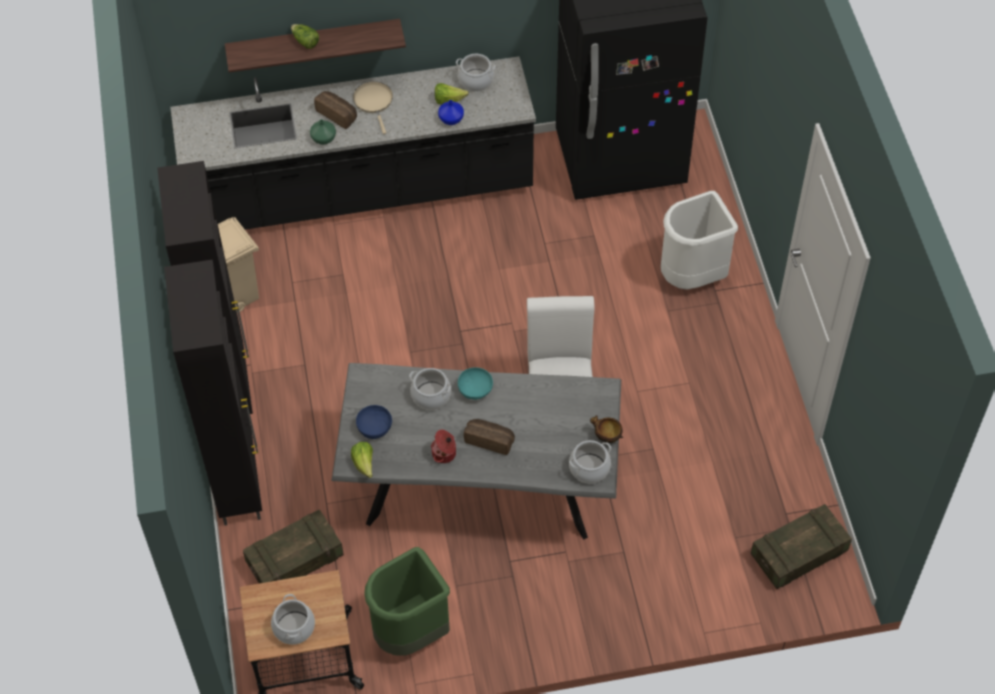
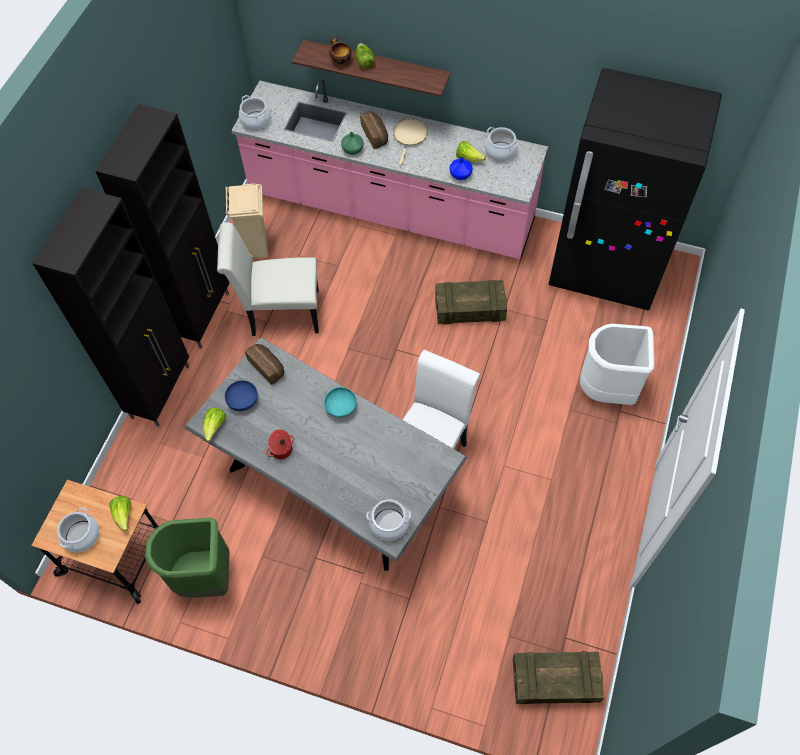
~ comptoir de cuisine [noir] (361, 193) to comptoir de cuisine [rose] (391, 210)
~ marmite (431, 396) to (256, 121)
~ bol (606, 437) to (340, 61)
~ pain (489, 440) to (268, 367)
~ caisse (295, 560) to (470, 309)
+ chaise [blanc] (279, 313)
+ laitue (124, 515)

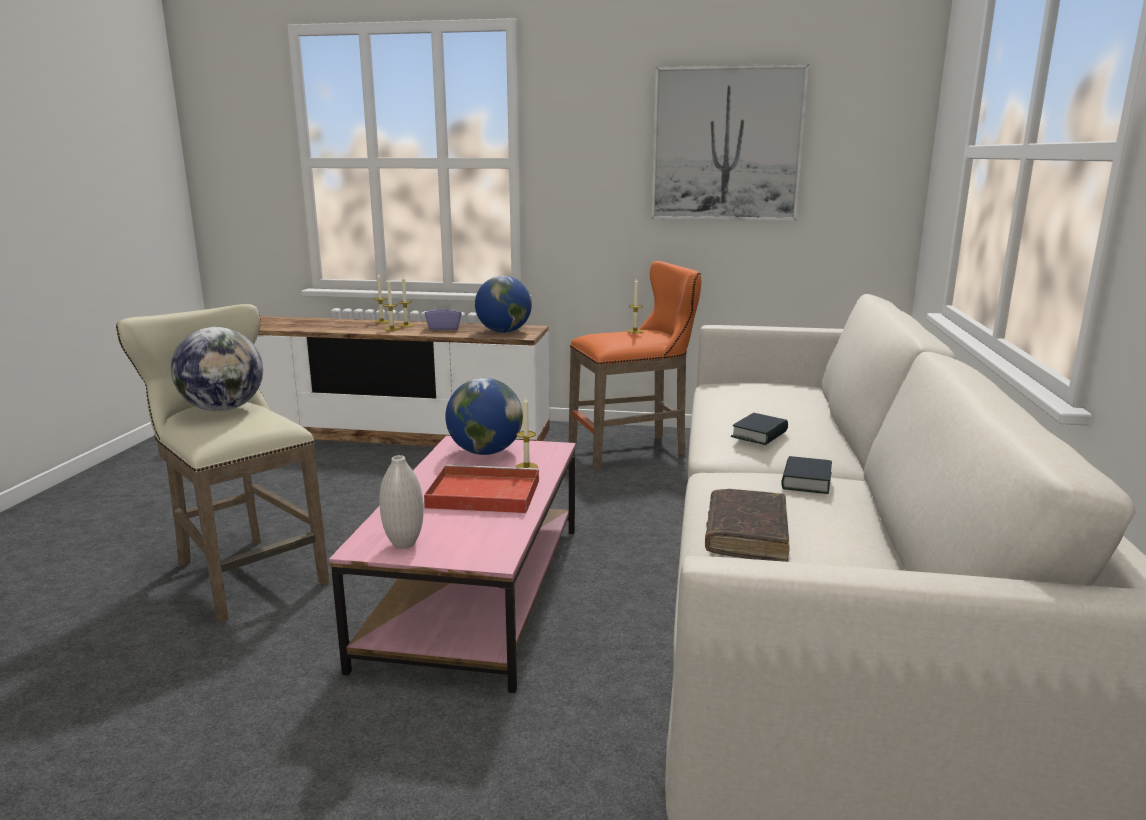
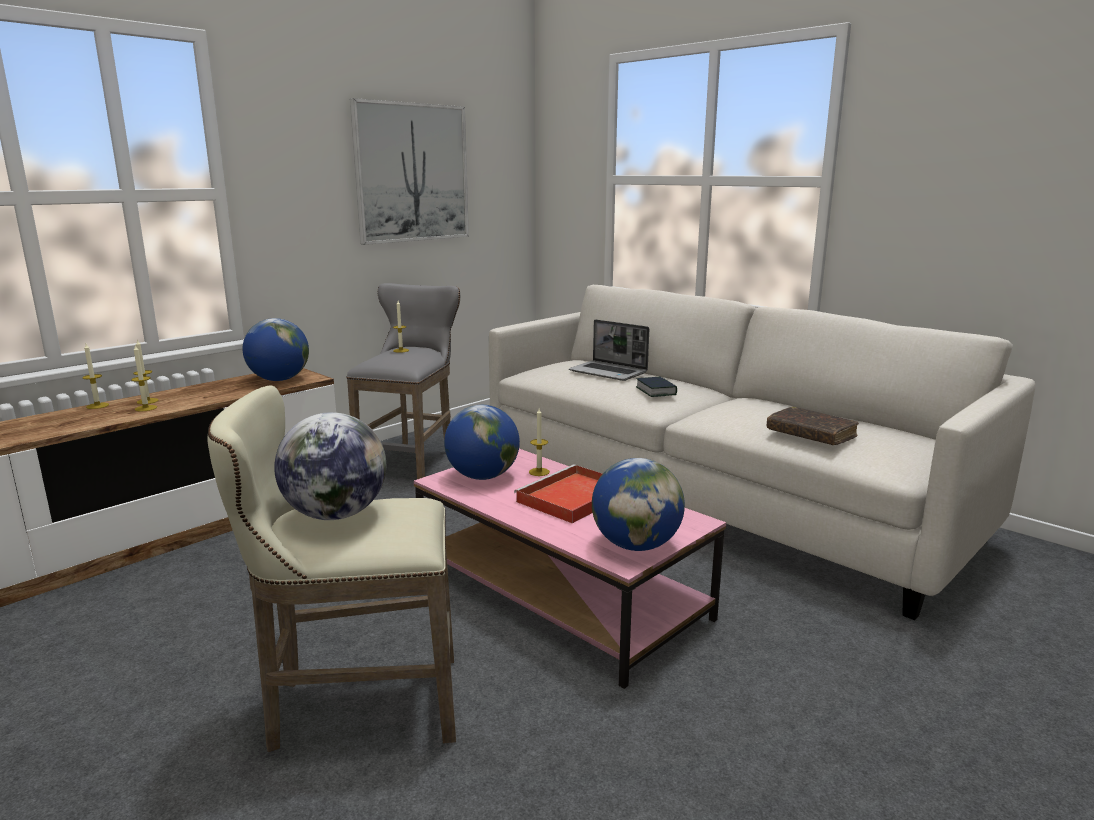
~ tabouret [orange] (634, 450) to tabouret [gris] (412, 461)
- boîte à mouchoirs [violet] (444, 328)
~ vase [blanc] (404, 544) to globe (635, 545)
- livre (806, 481)
+ ordinateur portable (609, 372)

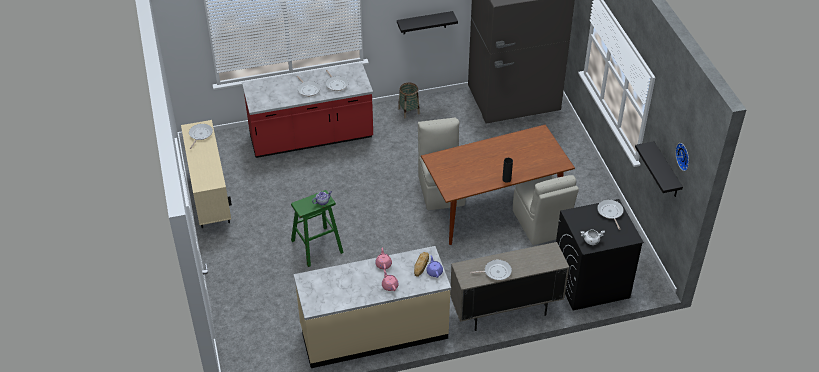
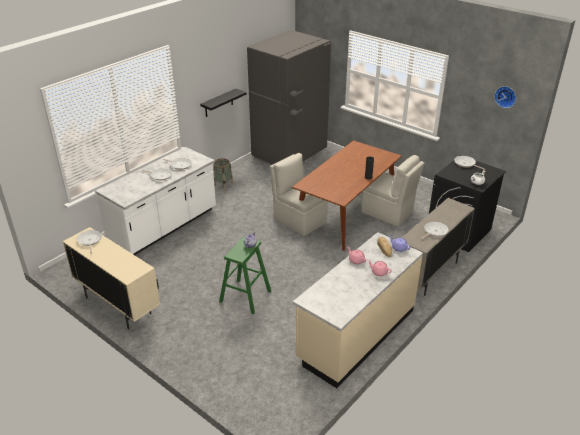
~ comptoir de cuisine [rouge] (311, 138) to comptoir de cuisine [blanc] (164, 227)
- étagère [noir] (666, 171)

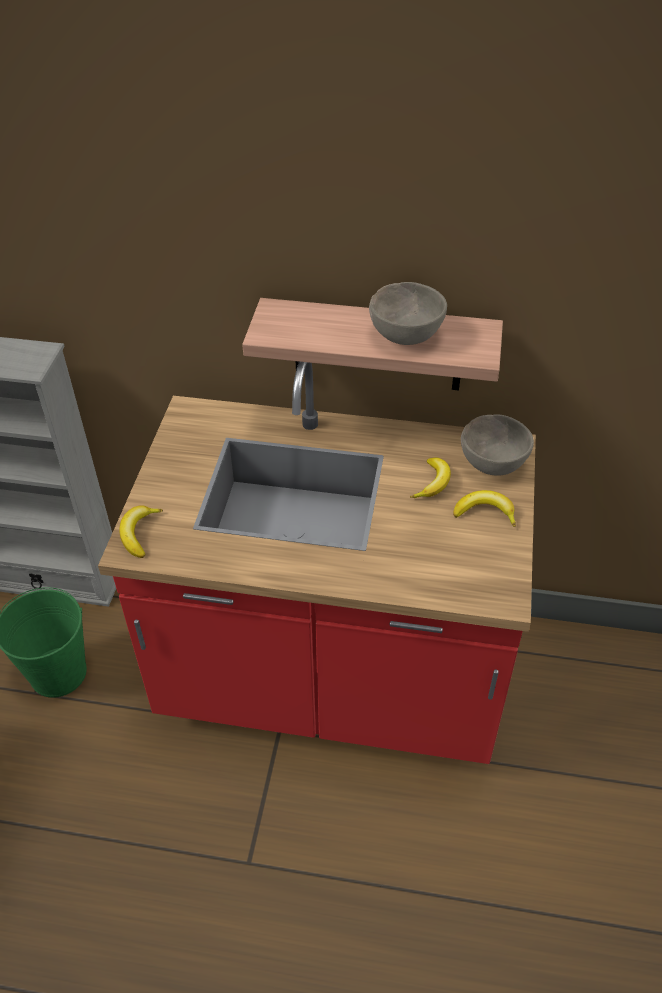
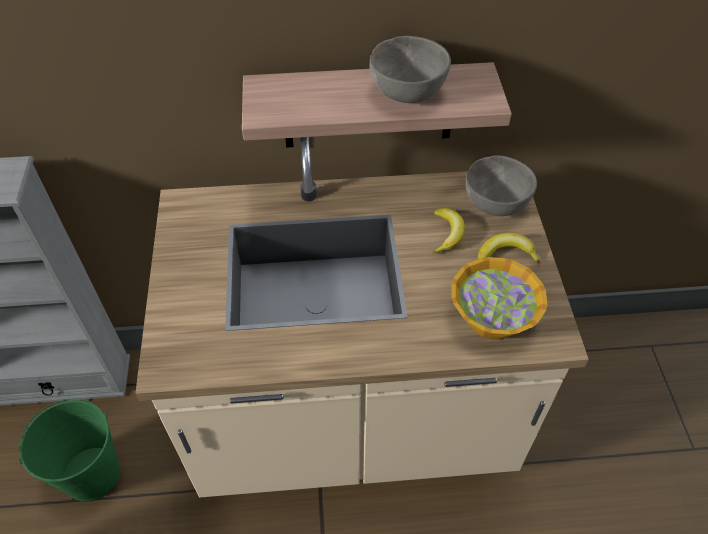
~ comptoir de cuisine [rouge] (332, 678) to comptoir de cuisine [beige] (354, 418)
- banane (139, 533)
+ bol (491, 317)

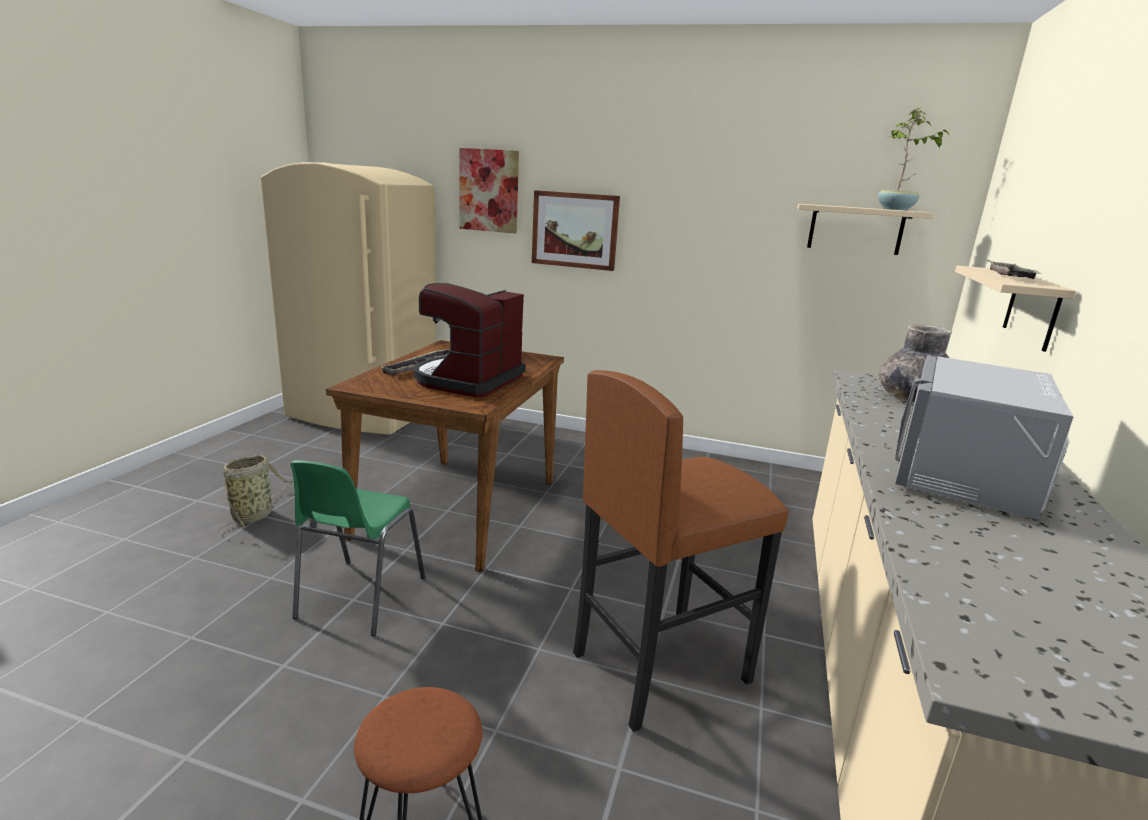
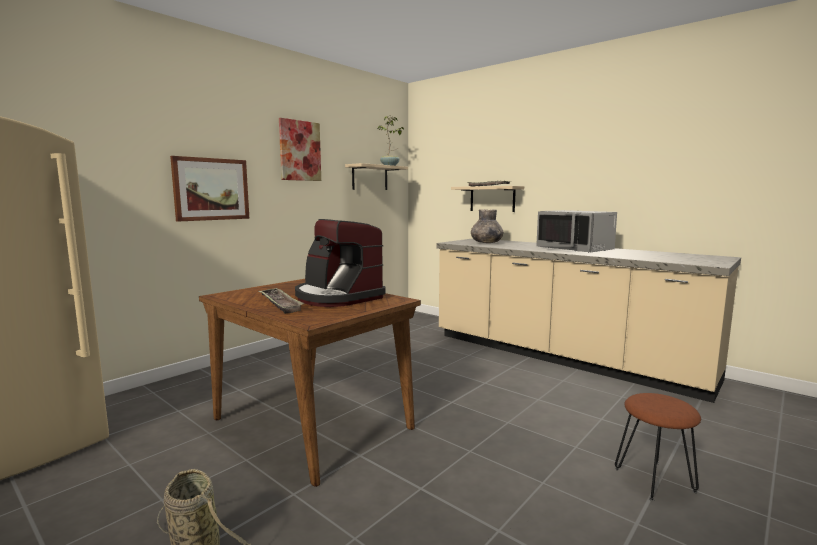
~ tableau (489, 191) to (300, 151)
- tabouret [marron] (659, 666)
- chaise [vert] (358, 598)

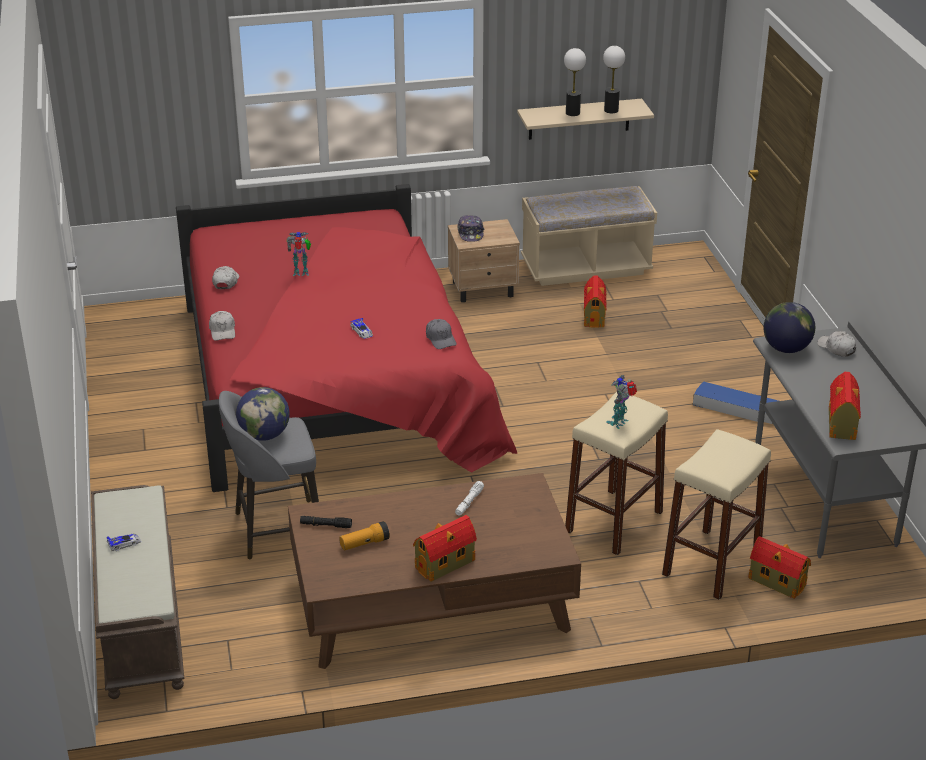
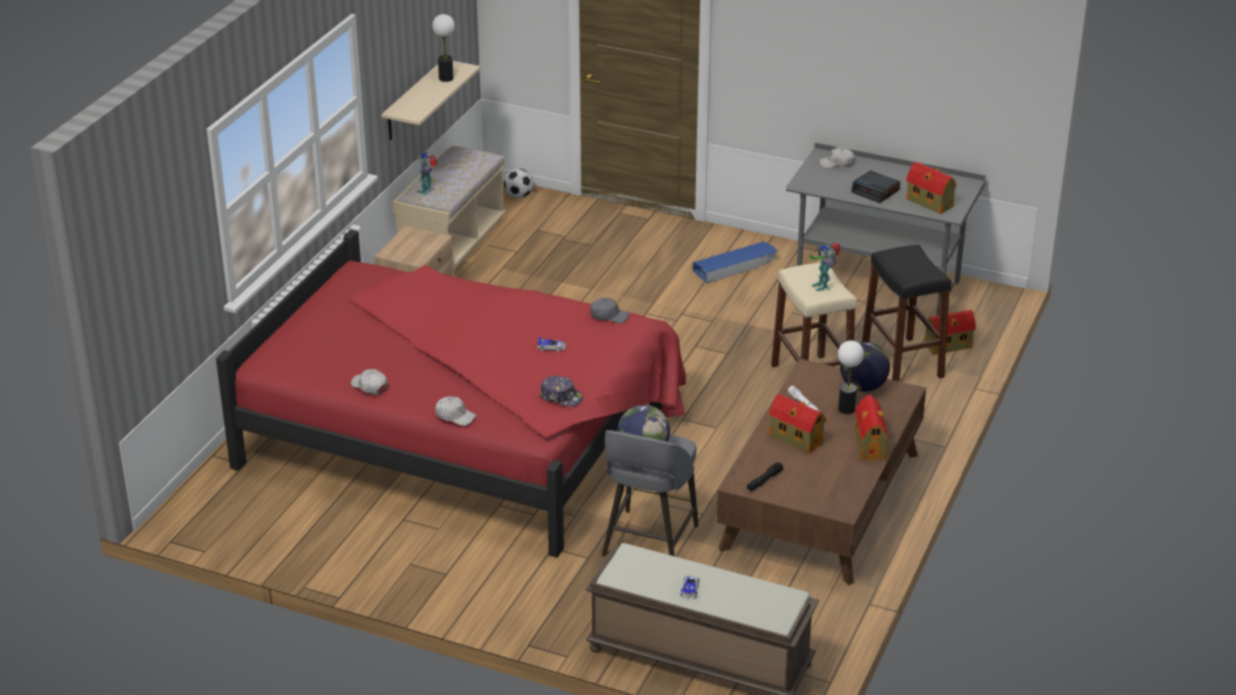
~ lampe de table (572, 113) to (846, 409)
~ casquette (470, 233) to (561, 397)
~ robot jouet (301, 273) to (427, 191)
~ maison miniature (594, 315) to (795, 438)
~ globe (786, 348) to (863, 387)
~ tabouret [beige] (711, 564) to tabouret [noir] (902, 362)
- lampe de poche (364, 543)
+ ballon de foot (518, 196)
+ réveil (876, 191)

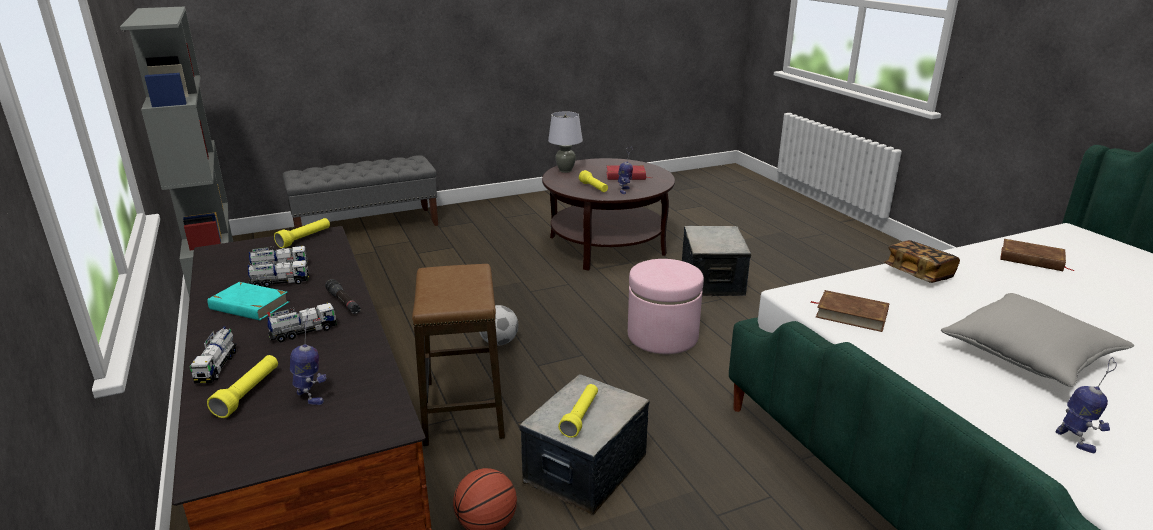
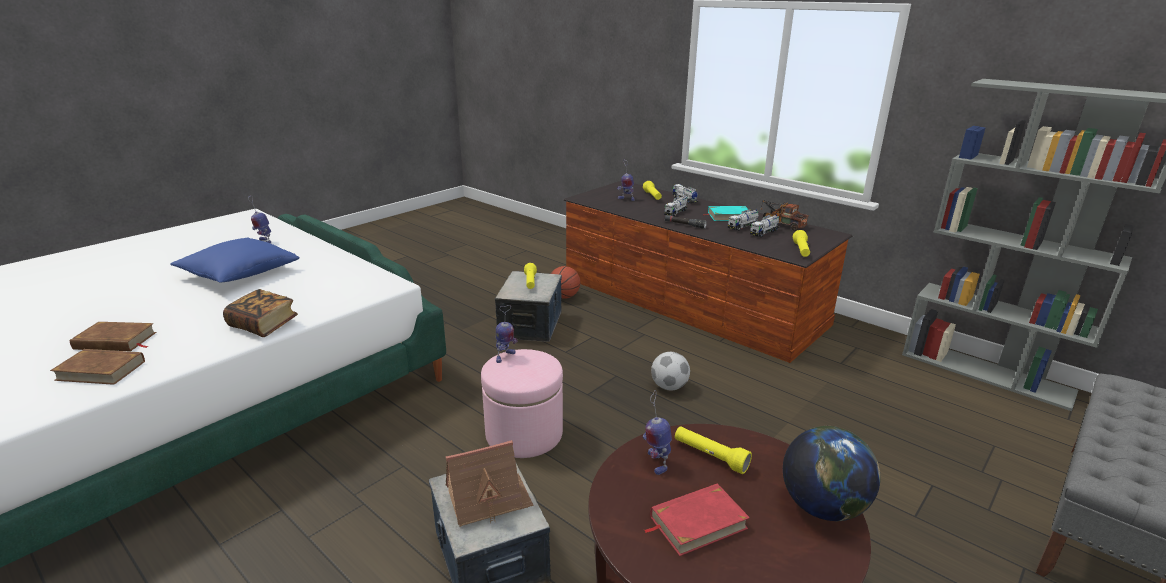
~ lampe de table [gris] (565, 170) to globe (822, 508)
- tabouret (463, 409)
~ livre [marron] (851, 314) to (115, 341)
~ coussin [gris] (1029, 356) to coussin [bleu] (239, 274)
+ camion jouet (781, 224)
+ robot jouet (505, 357)
+ maison miniature (488, 500)

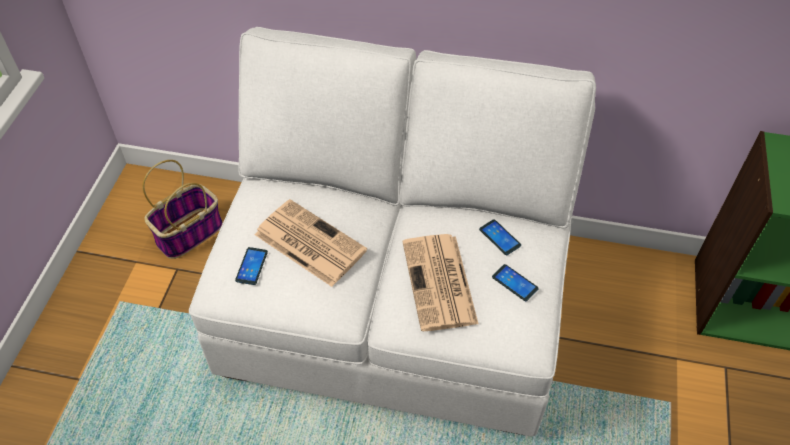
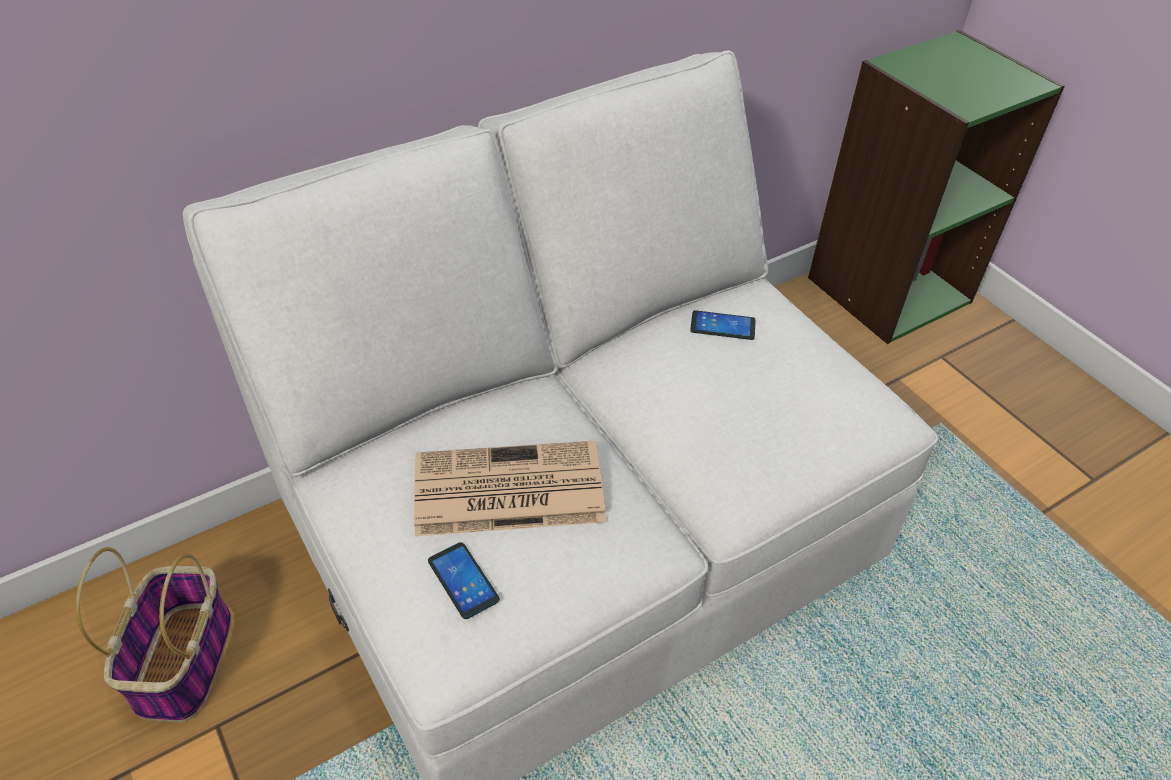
- journal (440, 283)
- téléphone (515, 283)

